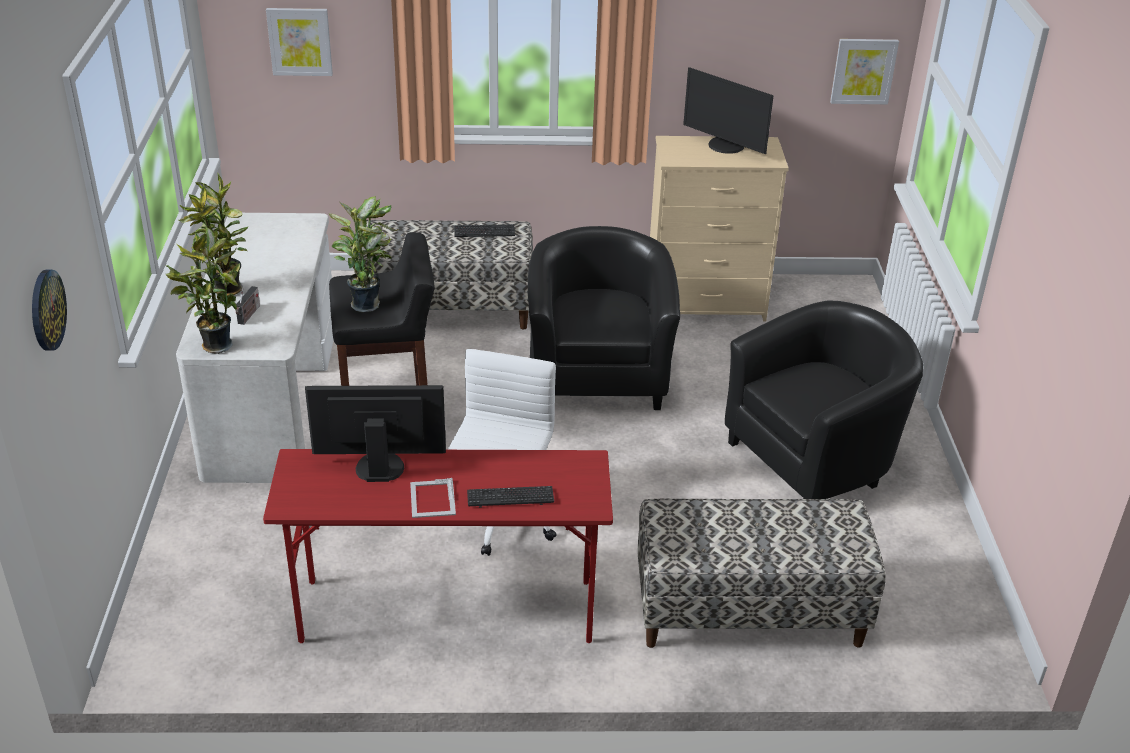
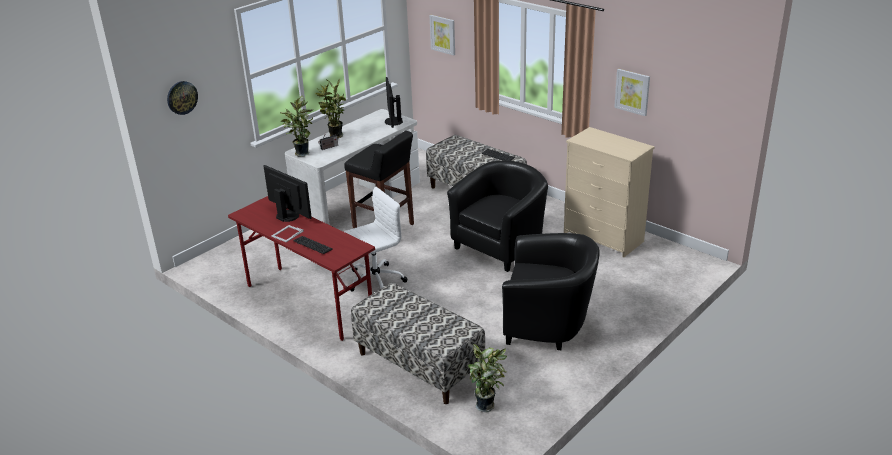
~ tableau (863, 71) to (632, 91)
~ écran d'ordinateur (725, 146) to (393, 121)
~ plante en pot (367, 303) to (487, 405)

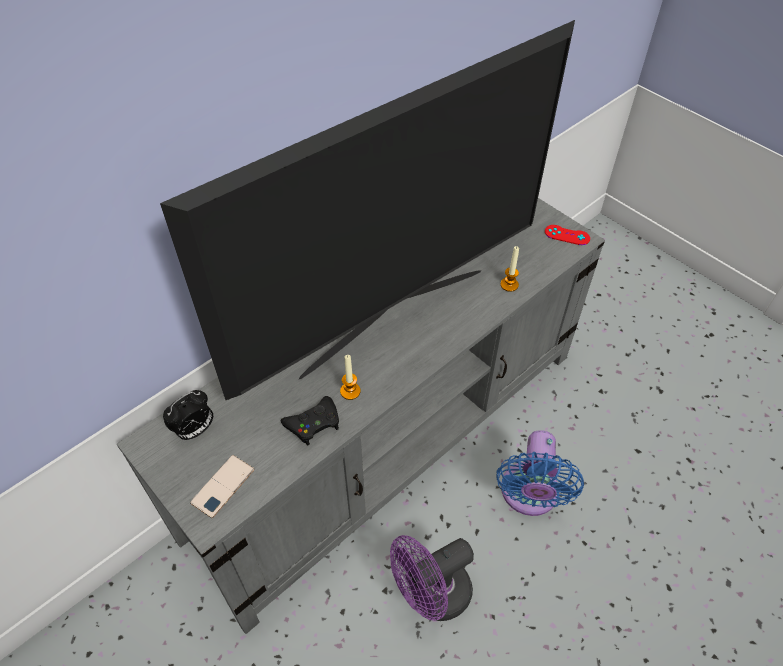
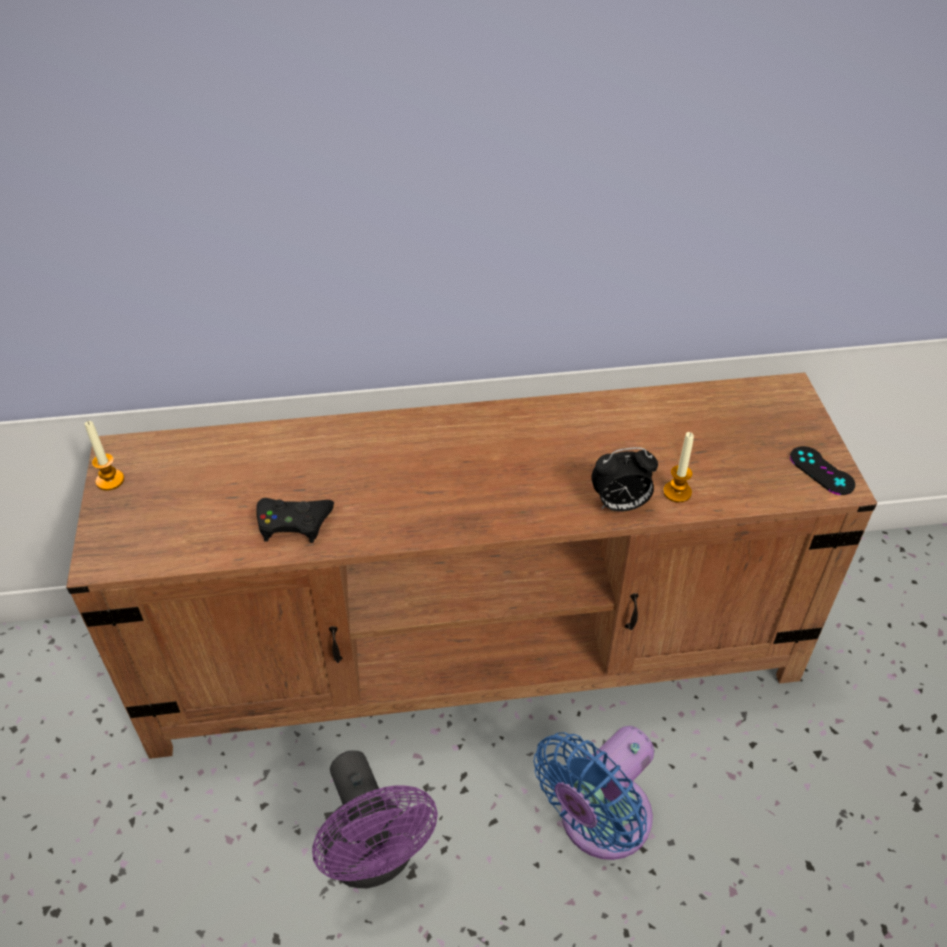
- téléviseur (393, 319)
~ meuble télé [gris] (390, 441) to meuble télé [marron] (475, 649)
~ manette [rouge] (567, 235) to manette [noir] (821, 471)
~ bougie (350, 391) to (110, 480)
~ réveil (195, 430) to (620, 505)
- téléphone (223, 486)
~ ventilateur [violet] (431, 596) = (375, 859) 120 degrees counterclockwise

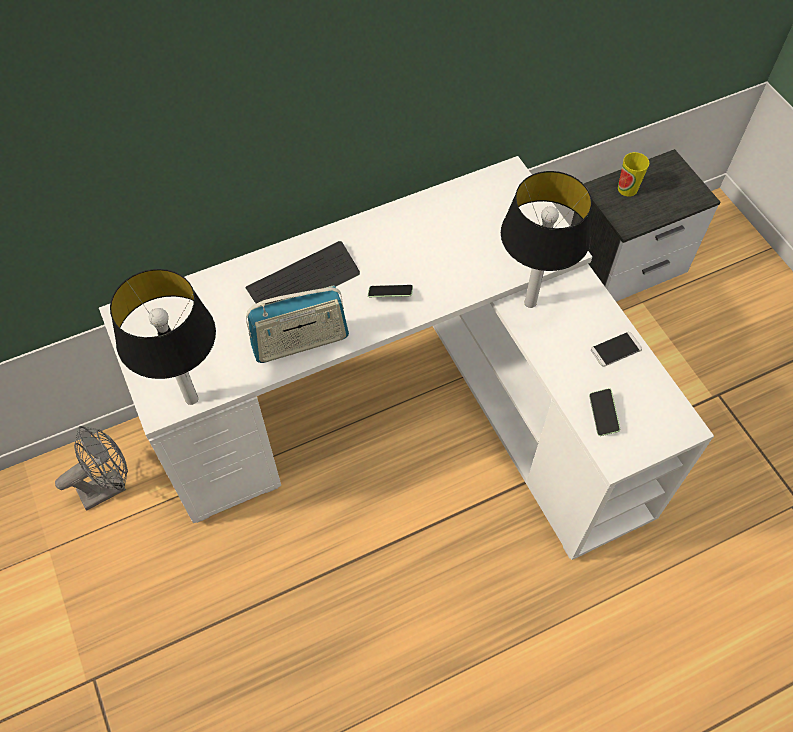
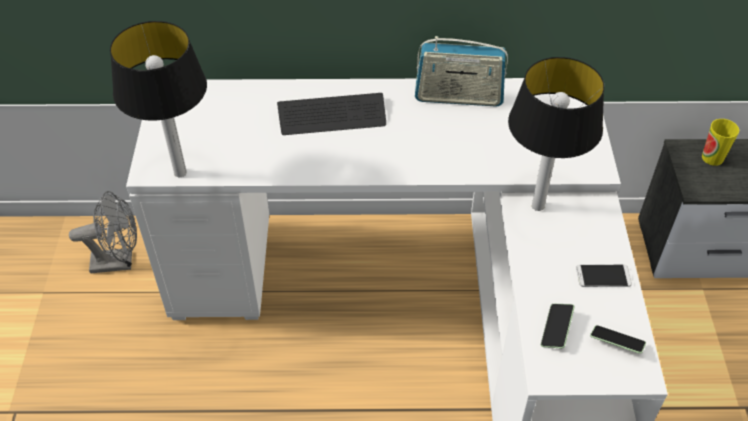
~ radio (300, 342) to (458, 97)
~ téléphone (390, 295) to (616, 343)

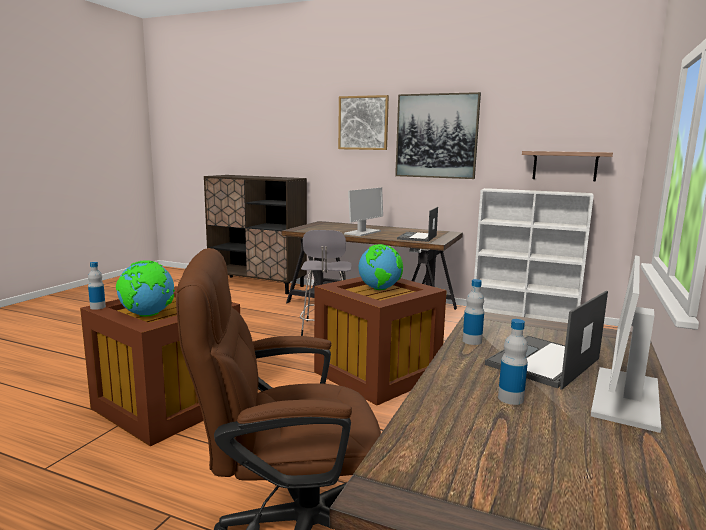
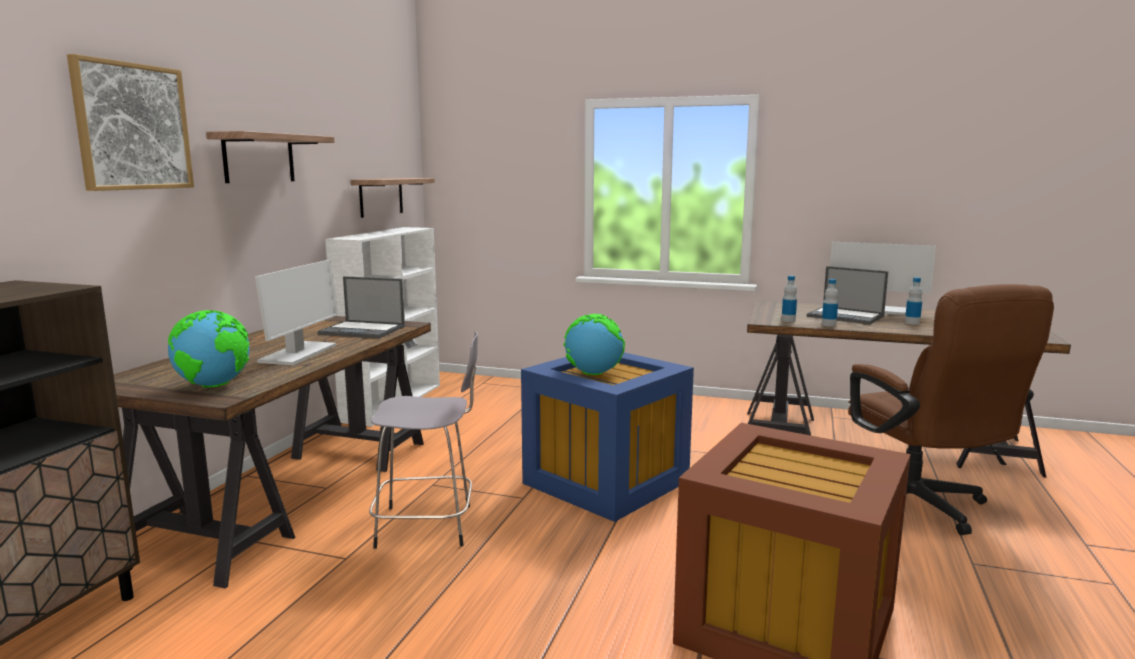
~ tableau (436, 136) to étagère (259, 158)
~ écran d'ordinateur (363, 233) = (298, 354) 75 degrees clockwise
~ globe (147, 315) to (214, 386)
~ bouteille (98, 307) to (788, 320)
~ boîte de rangement [marron] (375, 374) to boîte de rangement [bleu] (606, 483)

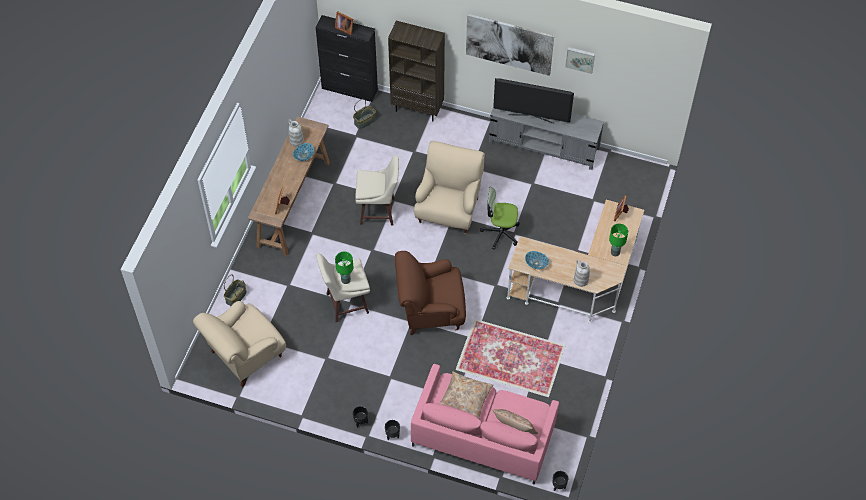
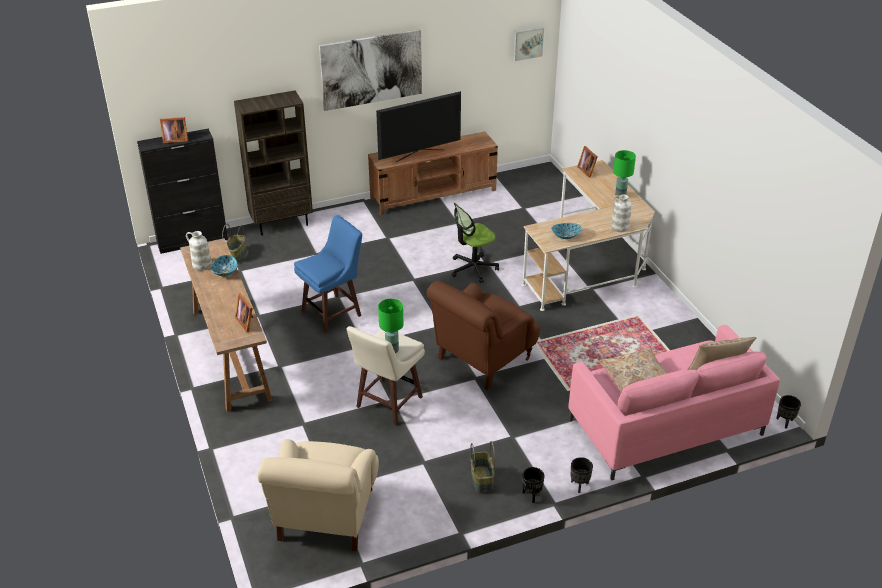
~ tableau (580, 59) to (527, 43)
~ meuble télé [gris] (544, 145) to meuble télé [marron] (434, 194)
- fauteuil [beige] (449, 209)
~ tabouret [beige] (378, 211) to tabouret [bleu] (333, 313)
~ panier (236, 297) to (482, 479)

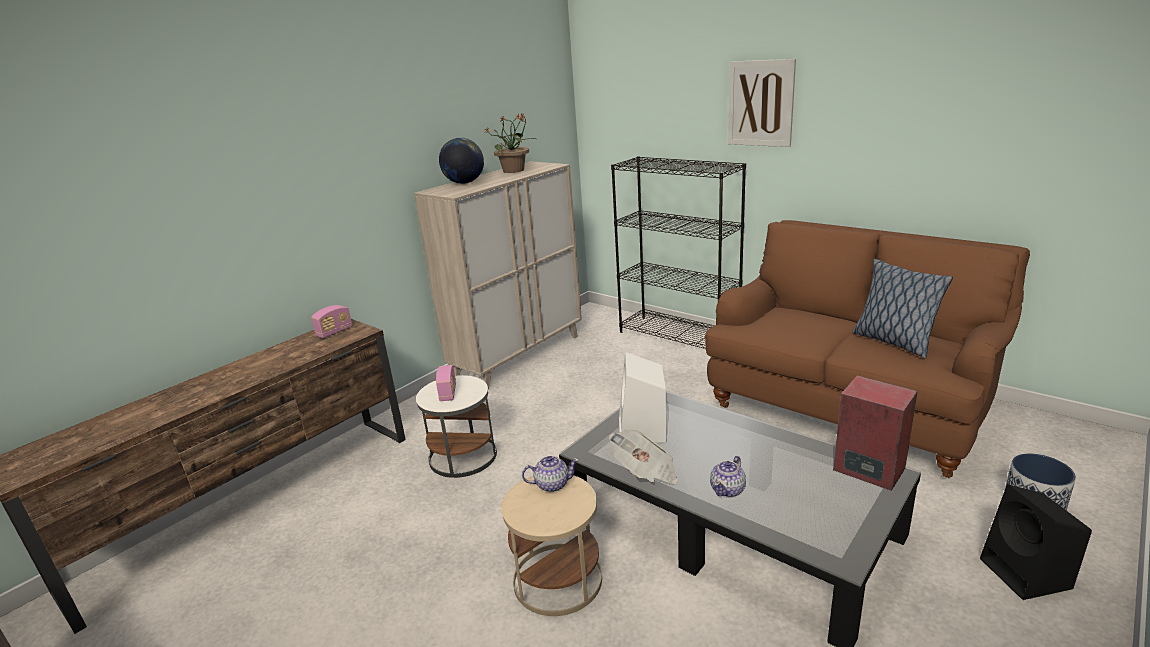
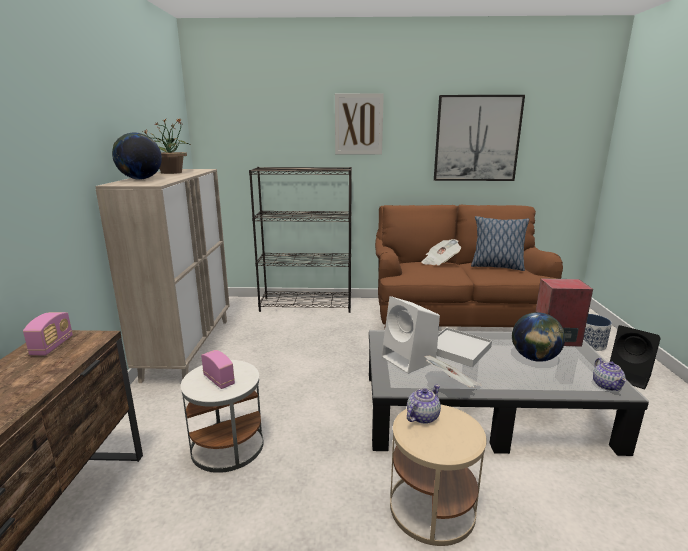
~ théière (728, 490) to (606, 385)
+ tableau (477, 139)
+ journal (439, 262)
+ globe (534, 358)
+ plateau [blanc] (458, 349)

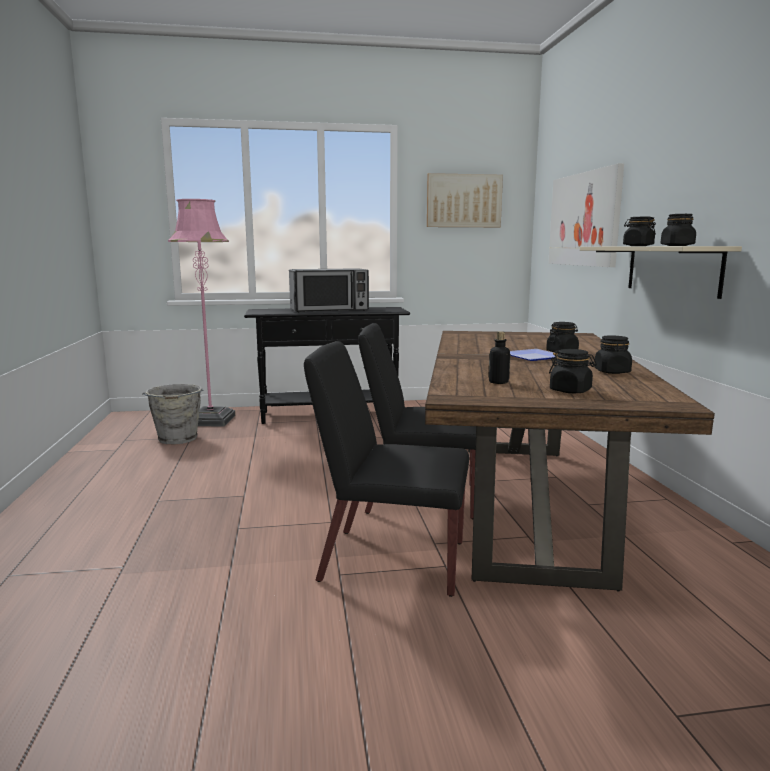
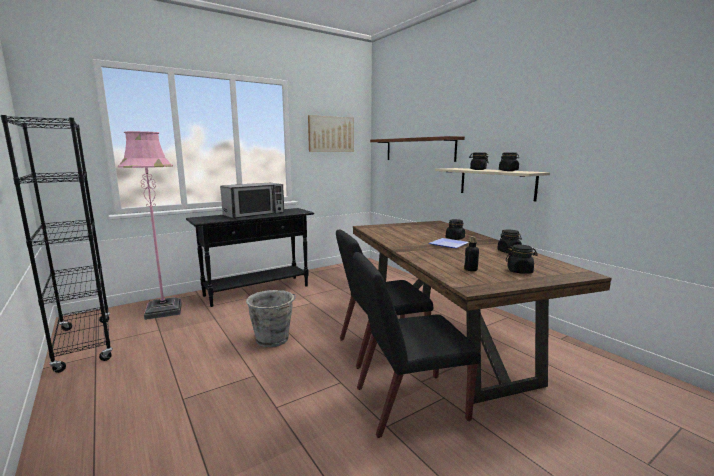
~ tableau (584, 219) to étagère [marron] (419, 149)
~ seau [gris] (177, 439) to (273, 340)
+ bibliothèque [noir] (85, 344)

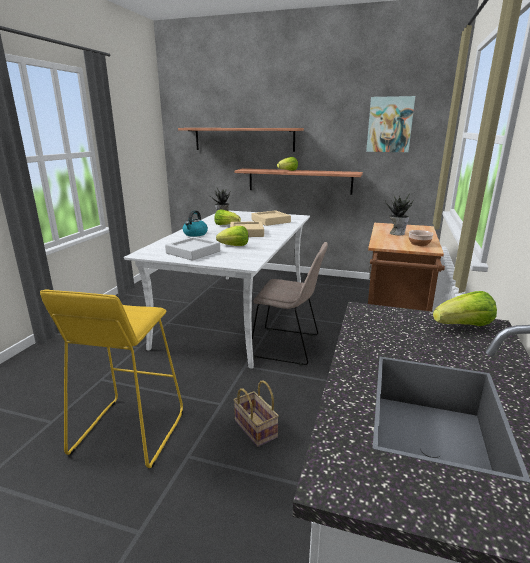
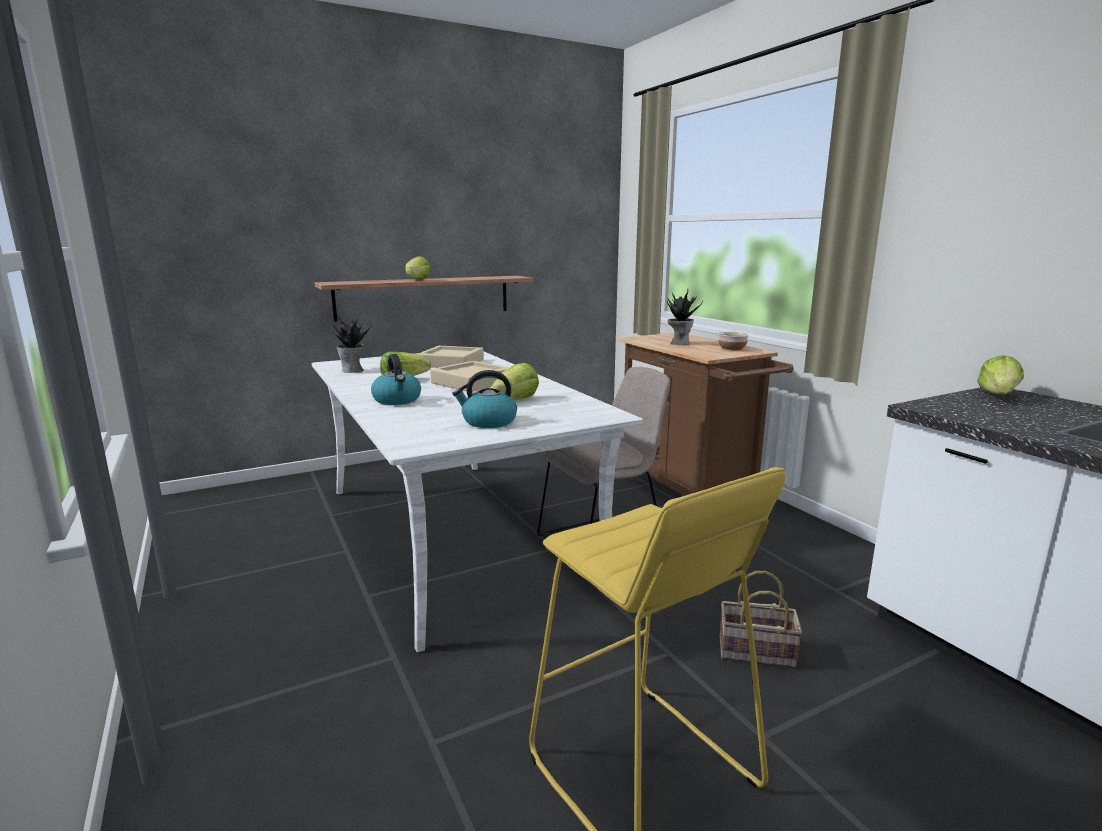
- tableau (390, 124)
- étagère (244, 139)
~ plateau [gris] (193, 252) to bouilloire (488, 422)

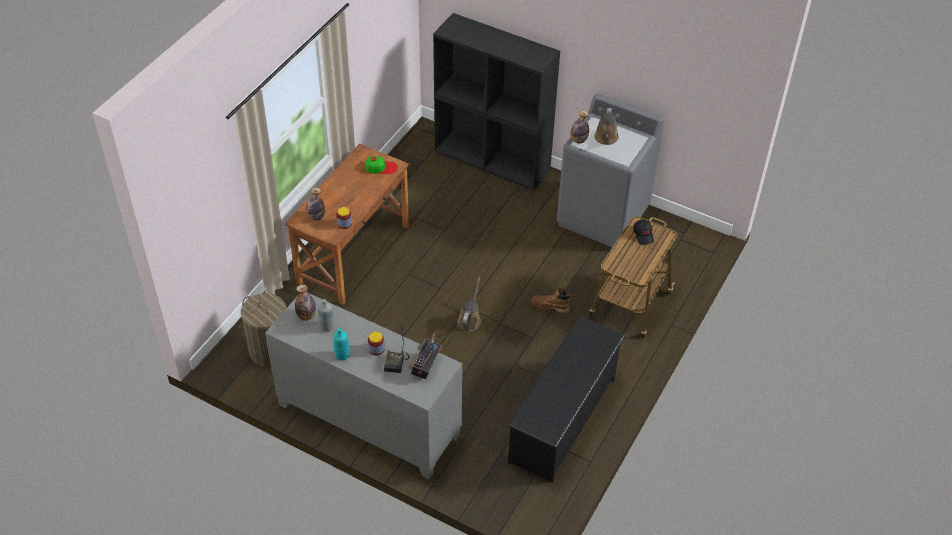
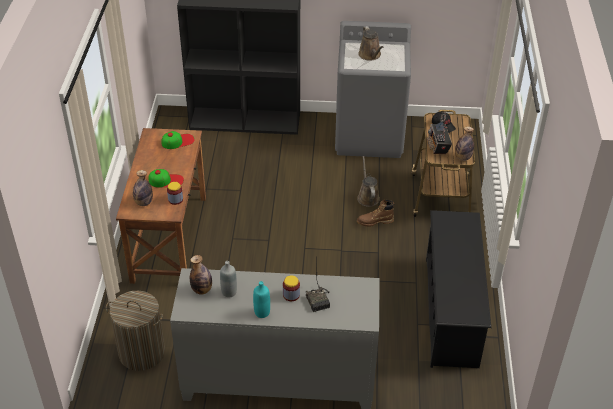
~ bouteille (578, 140) to (463, 157)
~ arrosoir [marron] (470, 320) to (367, 197)
~ radio (425, 367) to (438, 146)
+ casquette (166, 180)

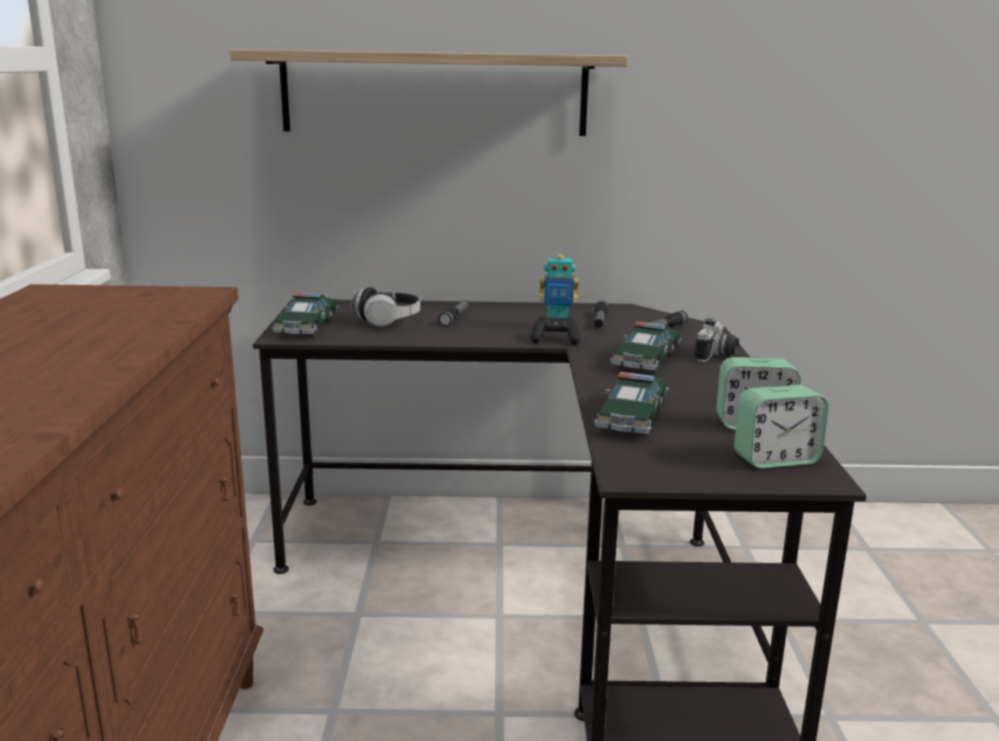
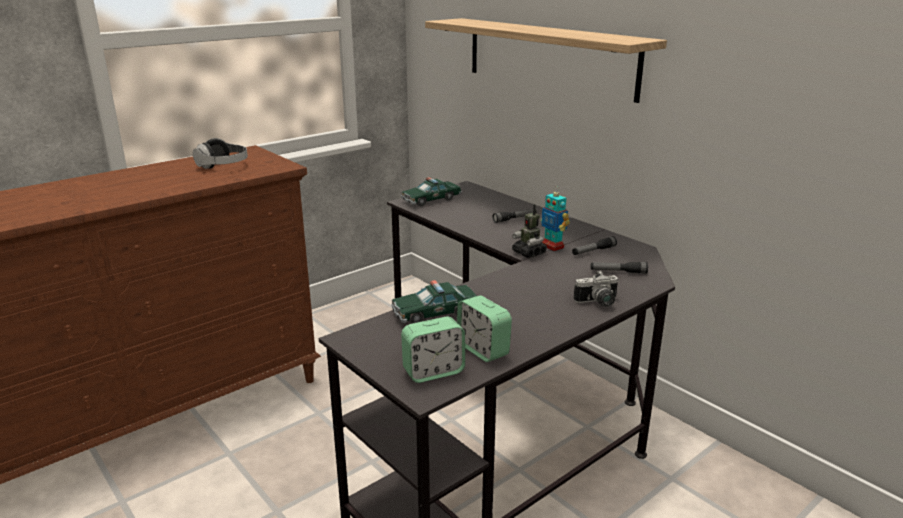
~ casque audio (388, 321) to (223, 166)
~ manette [noir] (555, 340) to robot jouet (529, 253)
- petite voiture (646, 360)
~ réveil (775, 459) = (433, 372) 60 degrees counterclockwise

